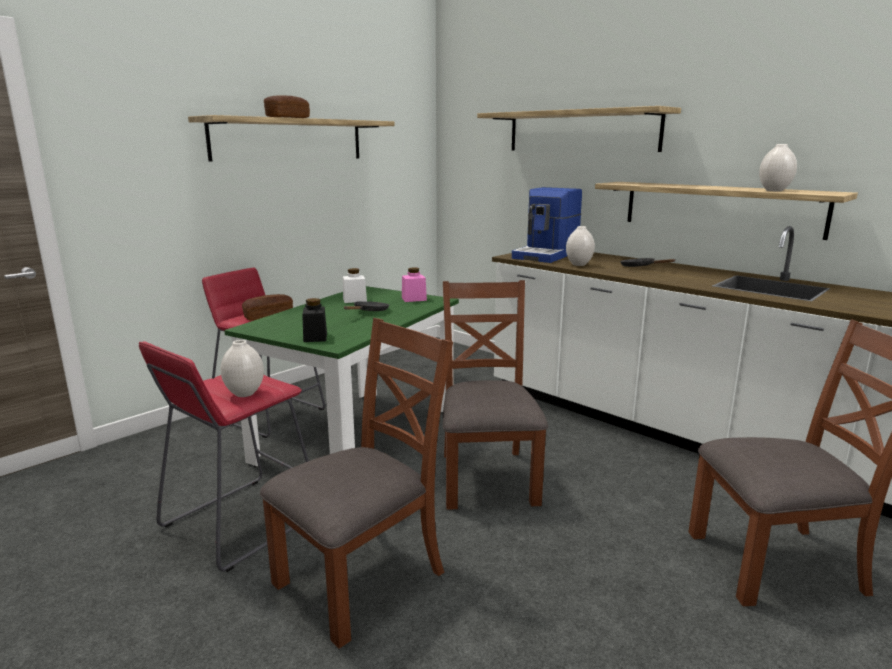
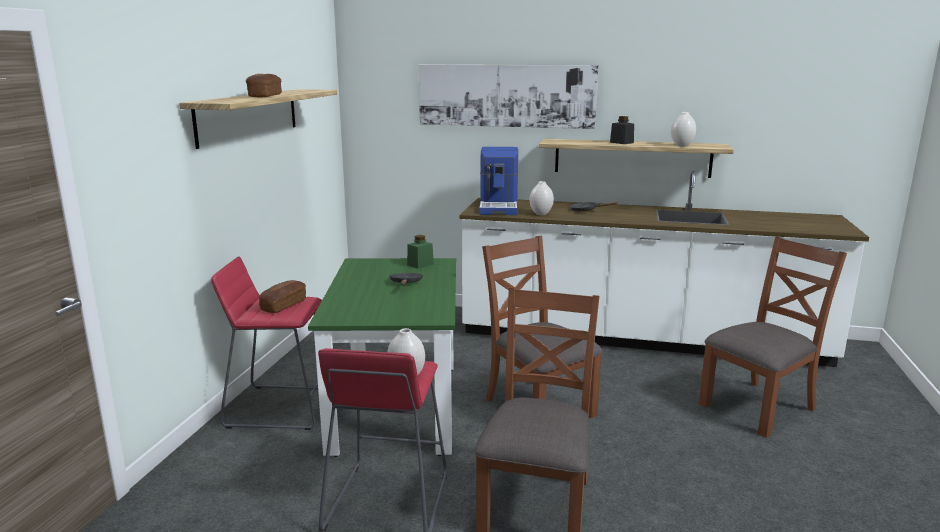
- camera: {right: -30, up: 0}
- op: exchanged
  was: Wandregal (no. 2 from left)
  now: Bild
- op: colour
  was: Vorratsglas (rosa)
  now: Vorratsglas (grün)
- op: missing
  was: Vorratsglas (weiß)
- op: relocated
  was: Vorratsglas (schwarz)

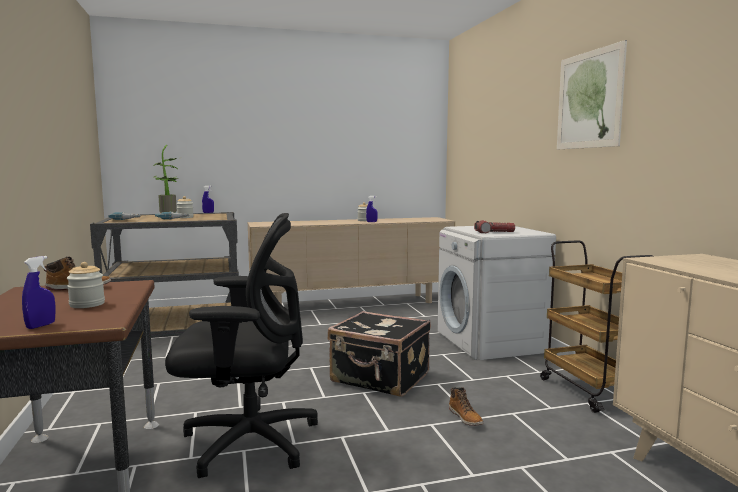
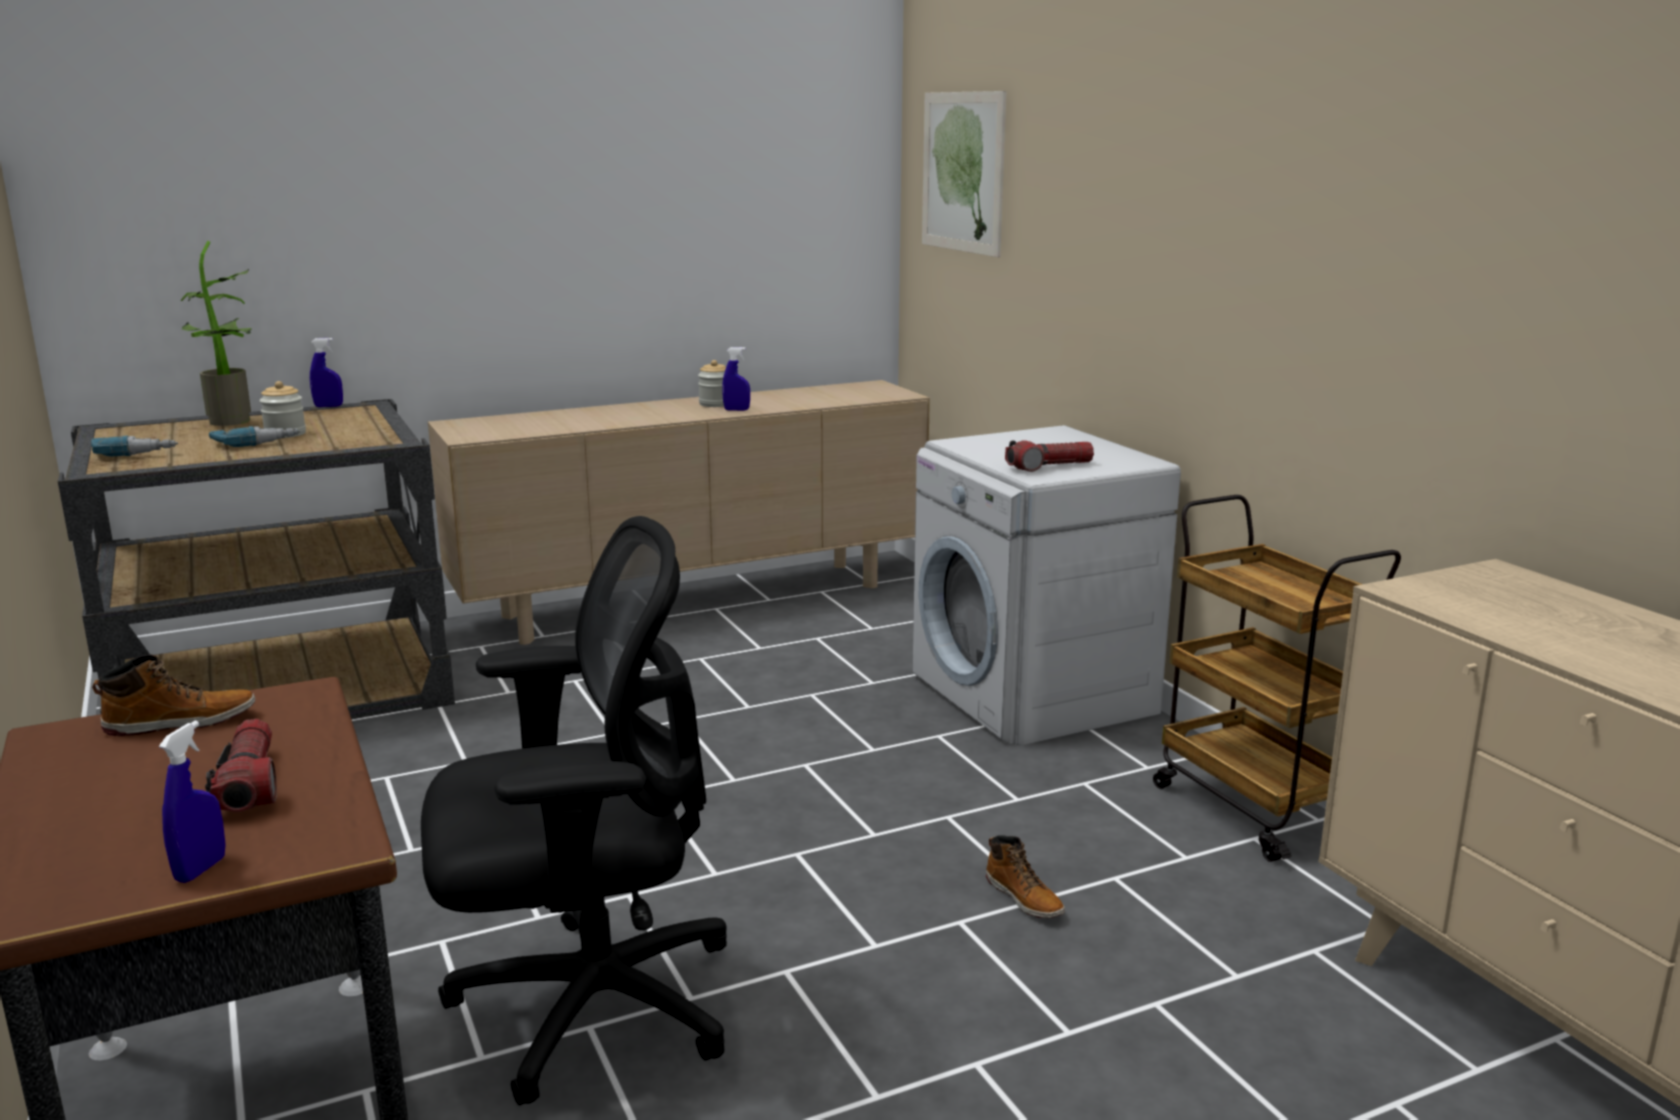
- camera: {right: -10, up: 10}
- op: relocated
  was: Bild
- op: exchanged
  was: Vorratsglas (no. 1 from left)
  now: Taschenlampe (no. 1 from left)
- op: missing
  was: Koffer (schwarz)

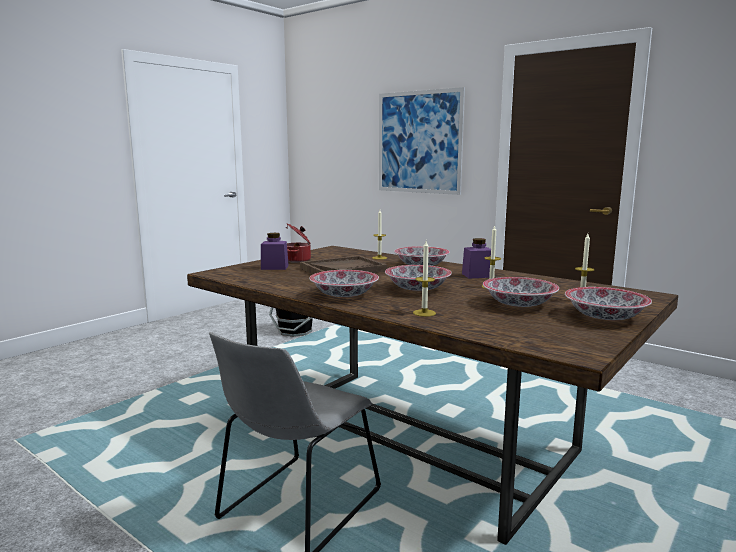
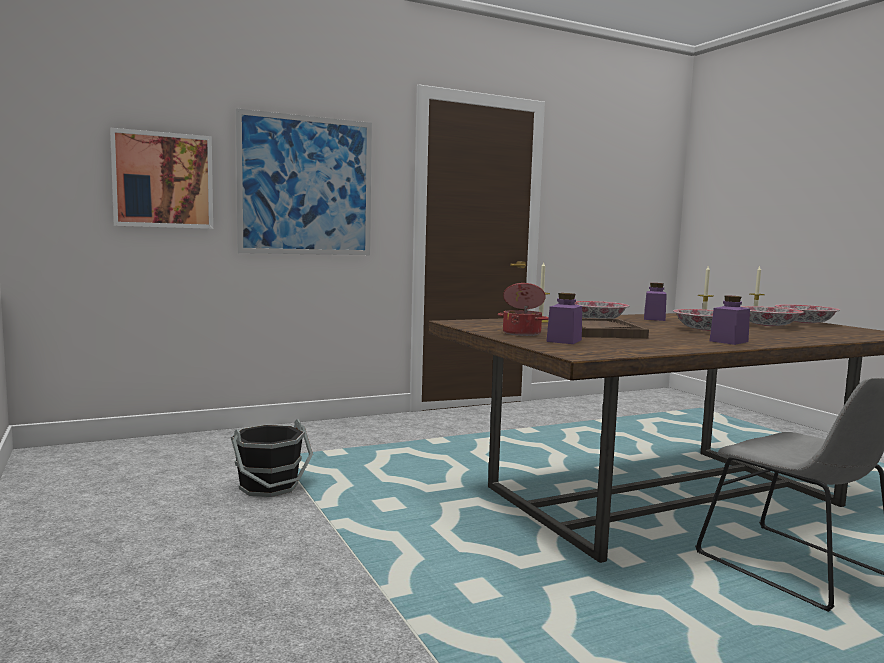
- camera: {right: -65, up: -5}
- op: missing
  was: Kerze (no. 2 from left)
- op: exchanged
  was: Schüssel (no. 1 from left)
  now: Vorratsglas (lila) (no. 3 from left)
- op: appeared
  now: Bild (no. 1 from left)

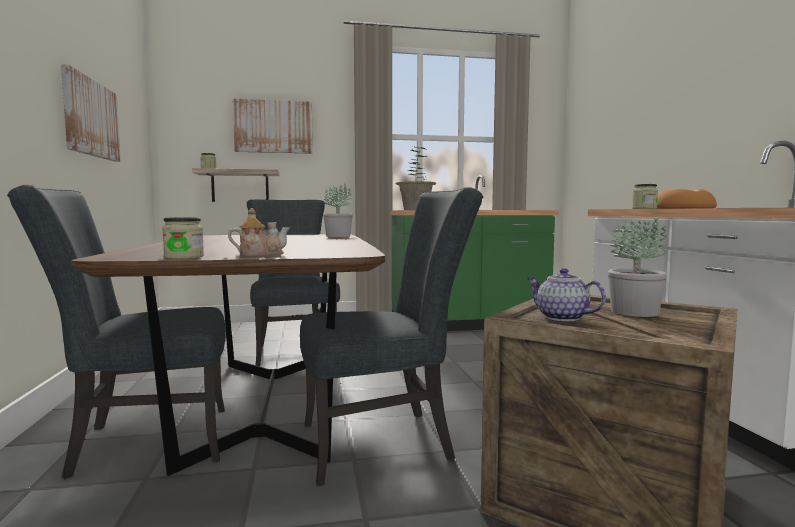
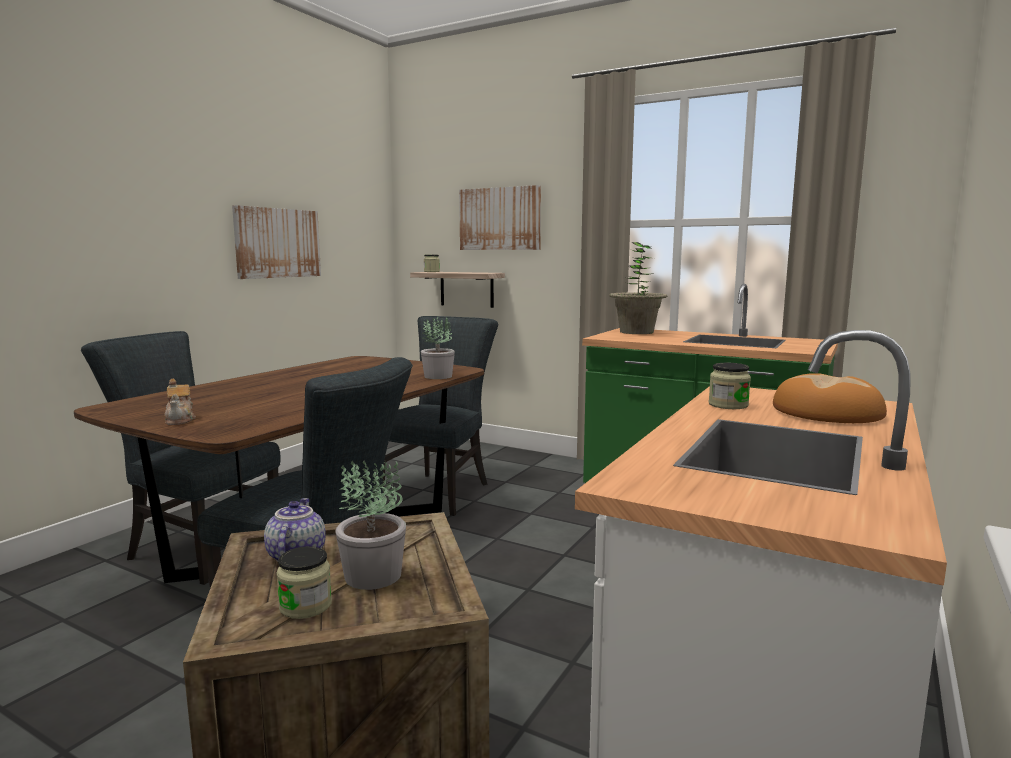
- camera: {right: 40, up: 5}
- op: spun
  was: Teekanne (no. 1 from left)
  clockwise: 45
- op: relocated
  was: Vorratsglas (no. 1 from left)

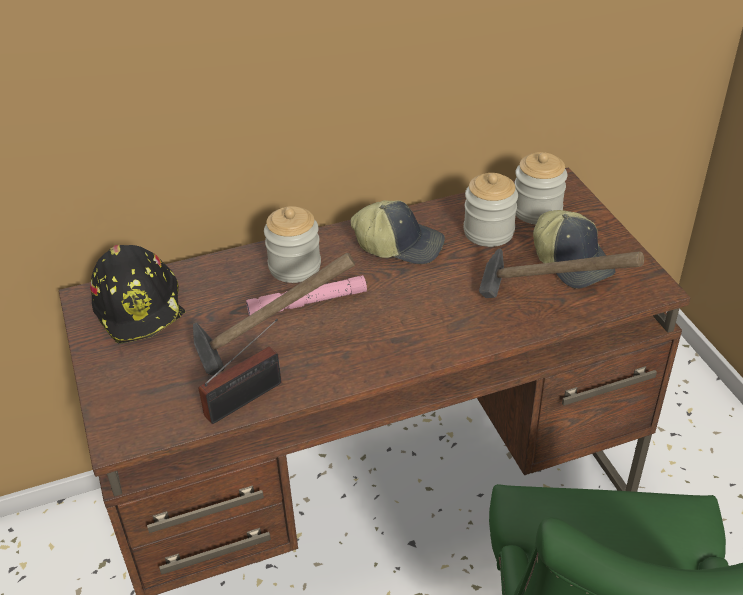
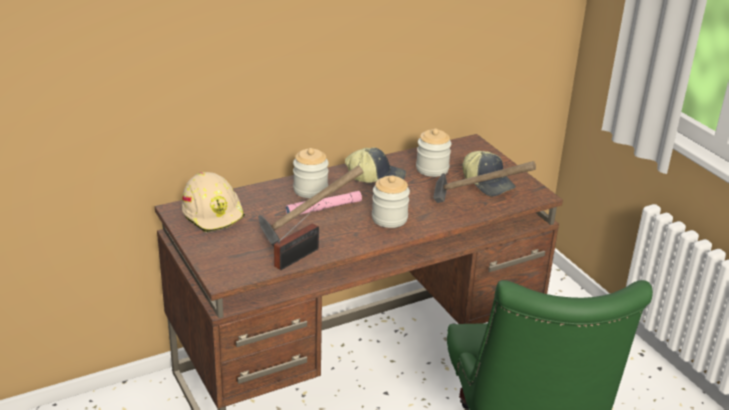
- camera: {right: -10, up: -10}
- op: relocated
  was: Vorratsglas (no. 3 from left in the first image)
  now: Vorratsglas (no. 2 from left)
- op: colour
  was: Schutzhelm (schwarz)
  now: Schutzhelm (beige)

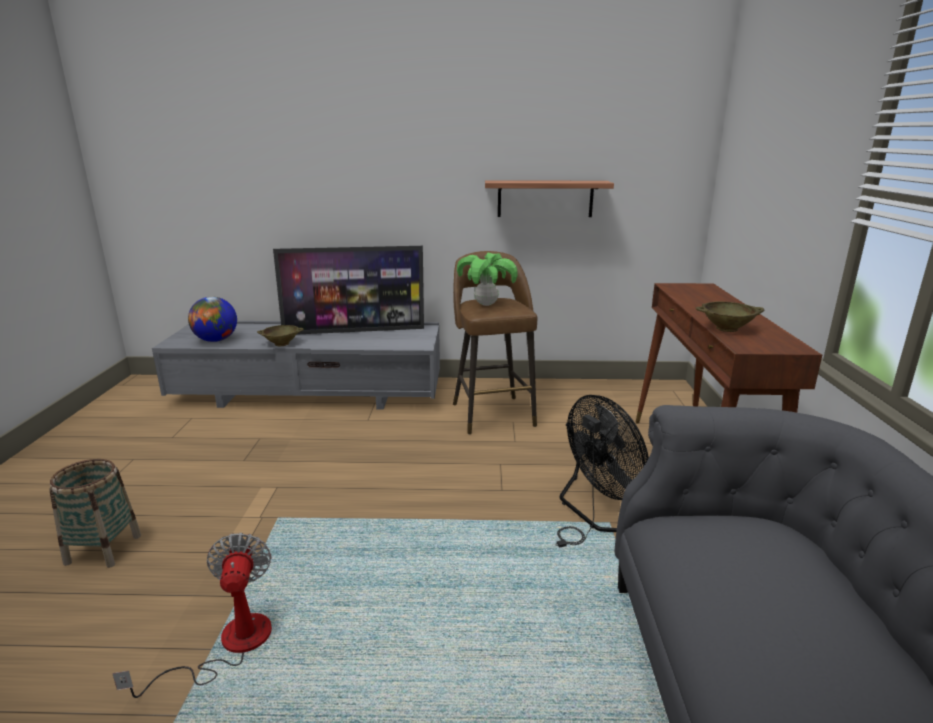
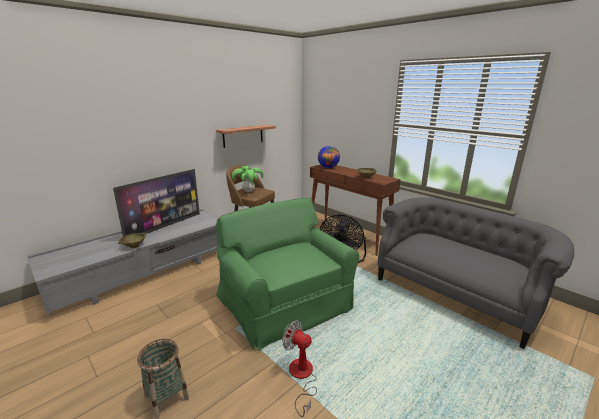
- camera: {right: -45, up: 0}
- op: relocated
  was: Globus
- op: appeared
  now: Sessel (grün)

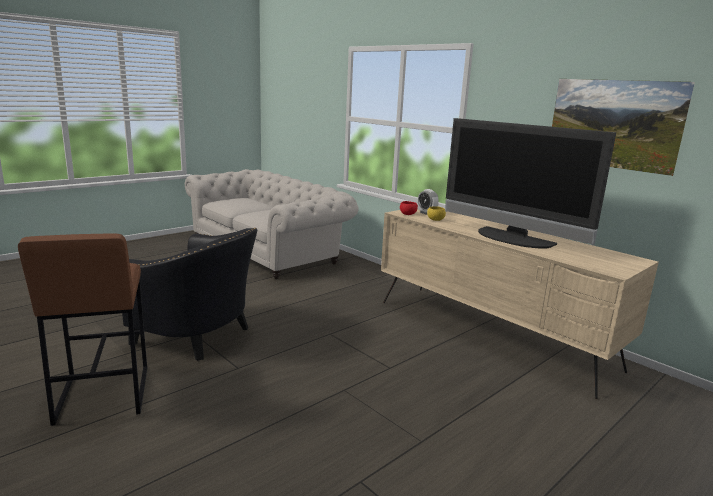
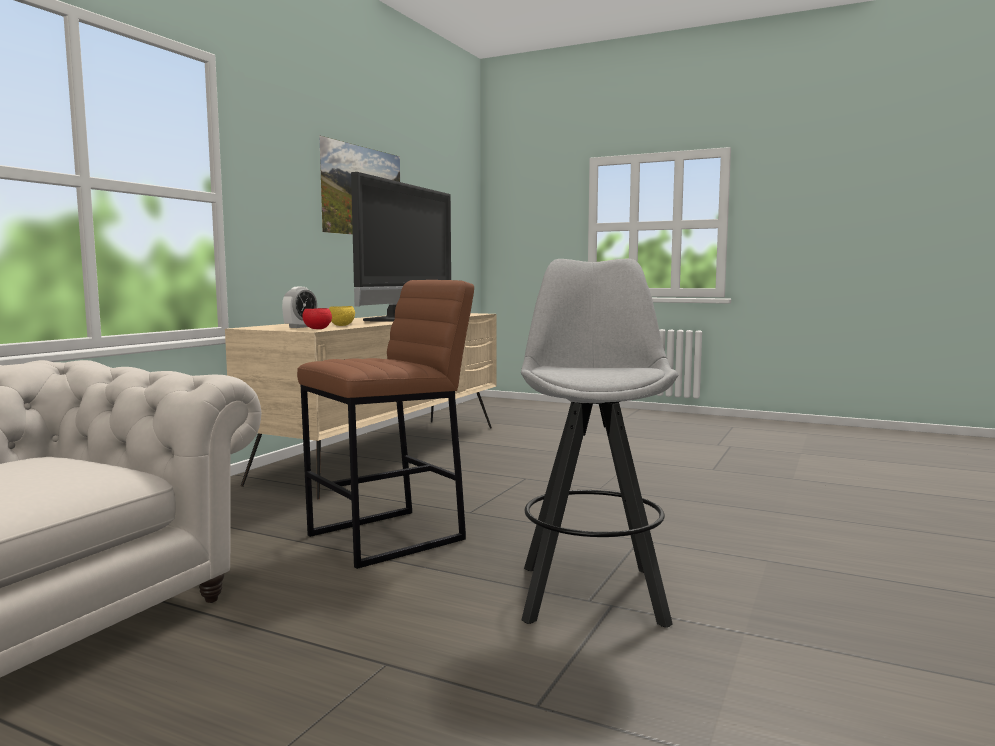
- camera: {right: -110, up: -10}
- op: exchanged
  was: Sessel (schwarz)
  now: Hocker (grau)
- op: relocated
  was: Hocker (braun)

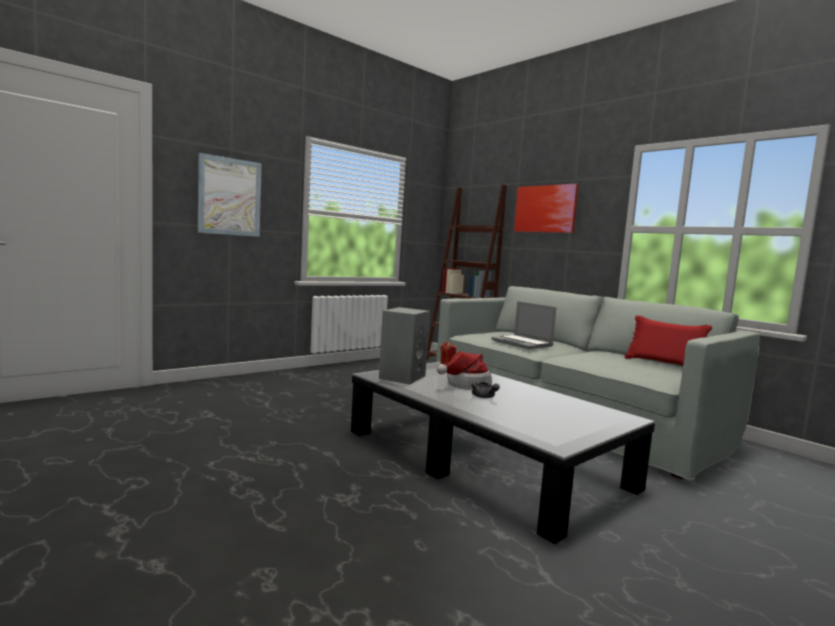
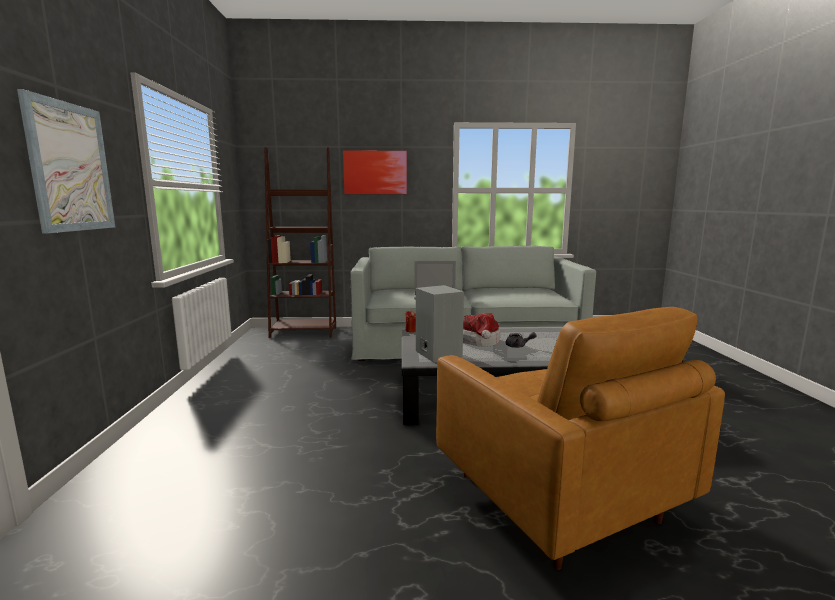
- camera: {right: -50, up: 5}
- op: missing
  was: Kissen (rot)
- op: appeared
  now: Sessel (braun)

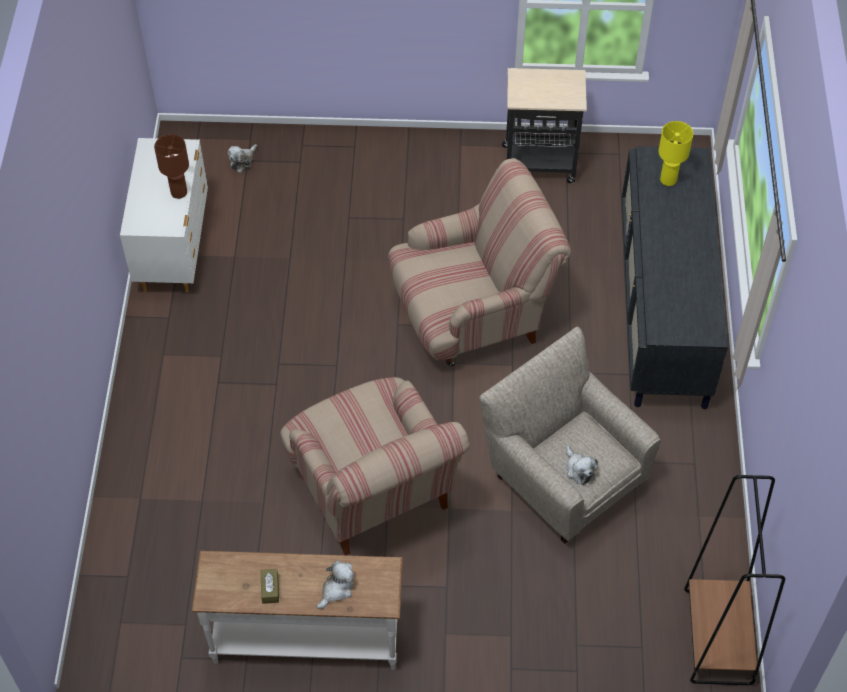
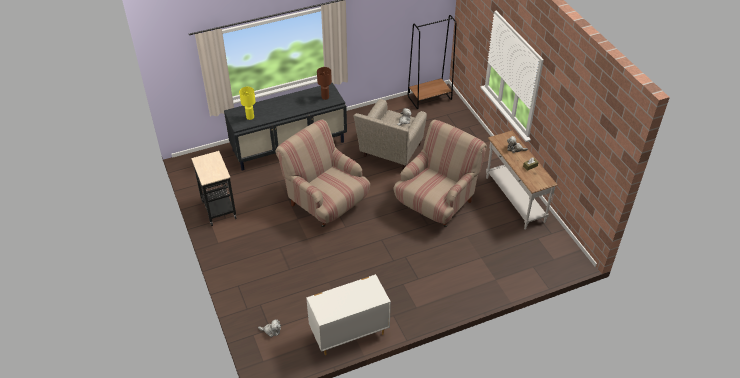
- camera: {right: -115, up: -10}
- op: relocated
  was: Tischlampe (braun)

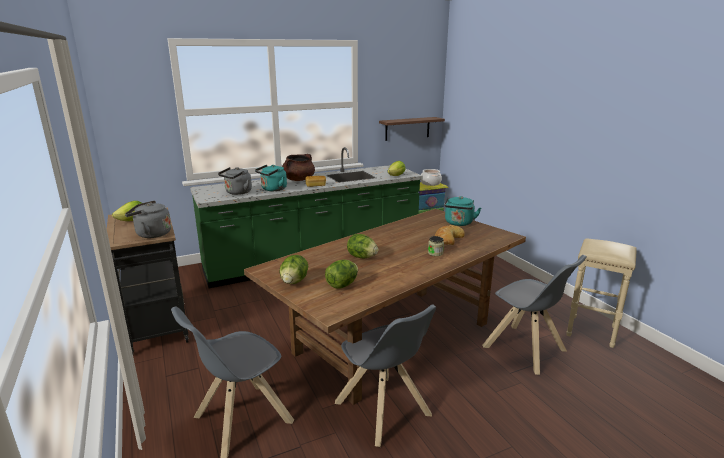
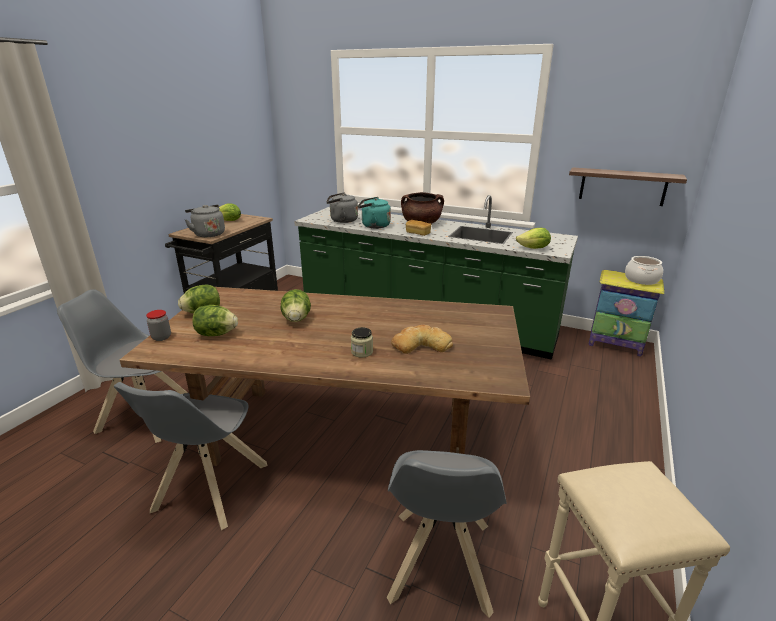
- camera: {right: 50, up: 5}
- op: missing
  was: Wasserkessel (türkis) (no. 2 from left)
- op: appeared
  now: Vorratsglas (no. 1 from left)

